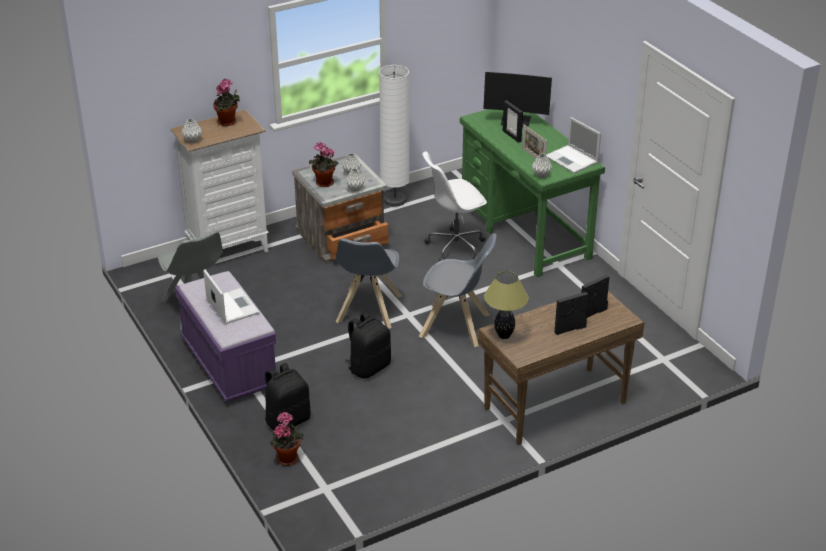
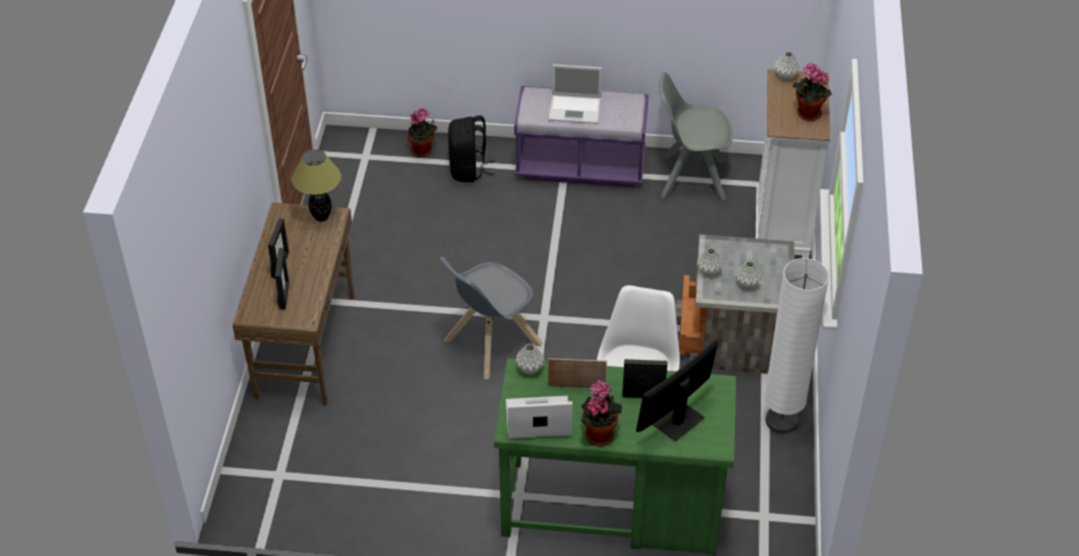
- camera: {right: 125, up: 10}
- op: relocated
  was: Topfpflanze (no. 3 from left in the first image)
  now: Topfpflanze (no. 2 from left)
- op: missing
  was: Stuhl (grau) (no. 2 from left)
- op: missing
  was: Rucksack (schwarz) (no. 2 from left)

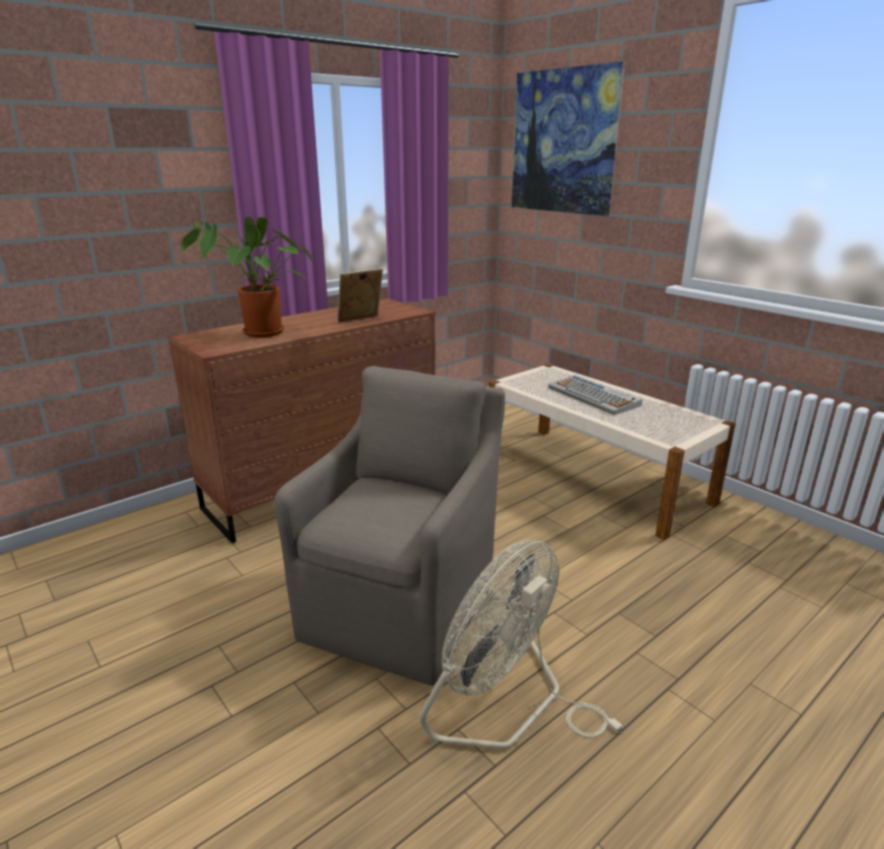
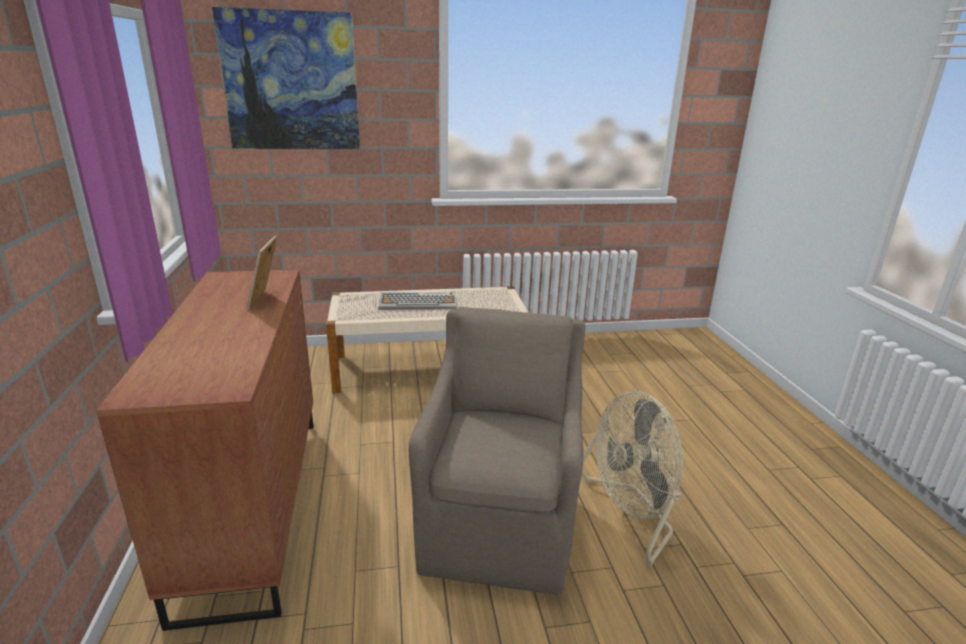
- camera: {right: -60, up: 0}
- op: missing
  was: Topfpflanze
- op: spun
  was: Sessel (braun)
  clockwise: 45

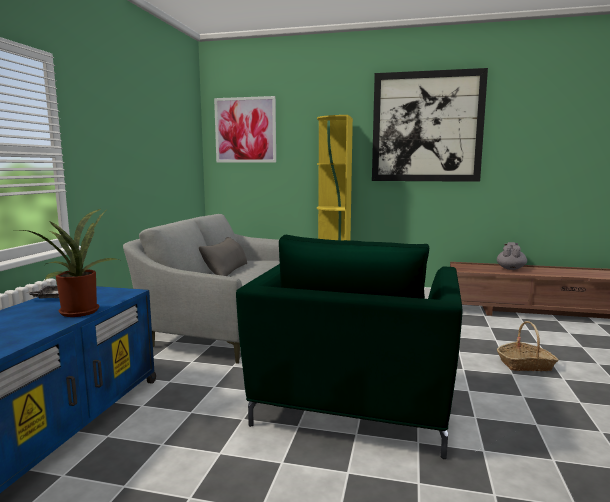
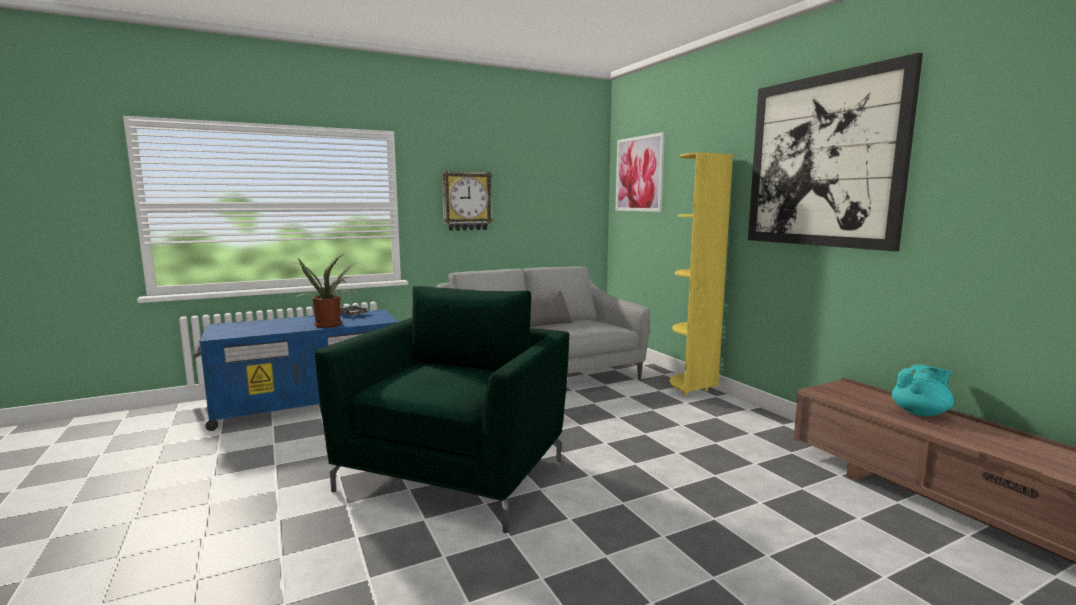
- camera: {right: 50, up: 0}
- op: spun
  was: Sessel (grün)
  clockwise: 135
- op: colour
  was: Teekanne (grau)
  now: Teekanne (türkis)
- op: missing
  was: Korb
- op: appeared
  now: Wanduhr

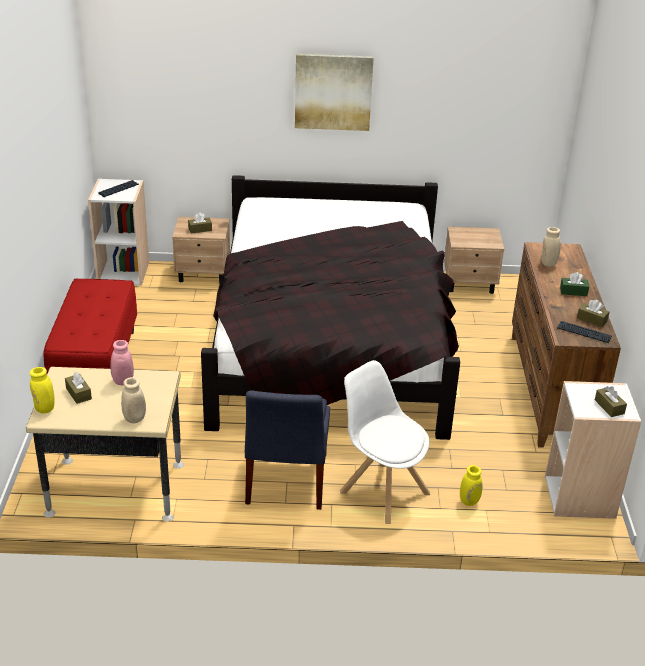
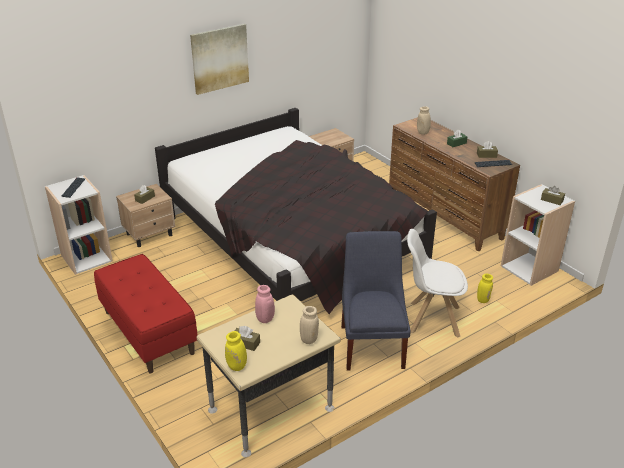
- camera: {right: -35, up: 0}
- op: spun
  was: Stuhl (blau)
  clockwise: -150

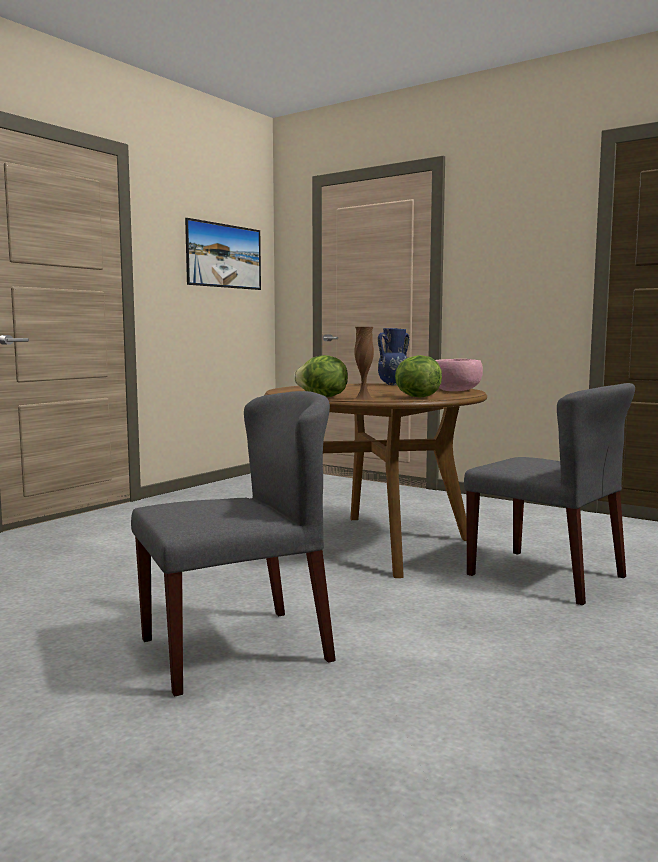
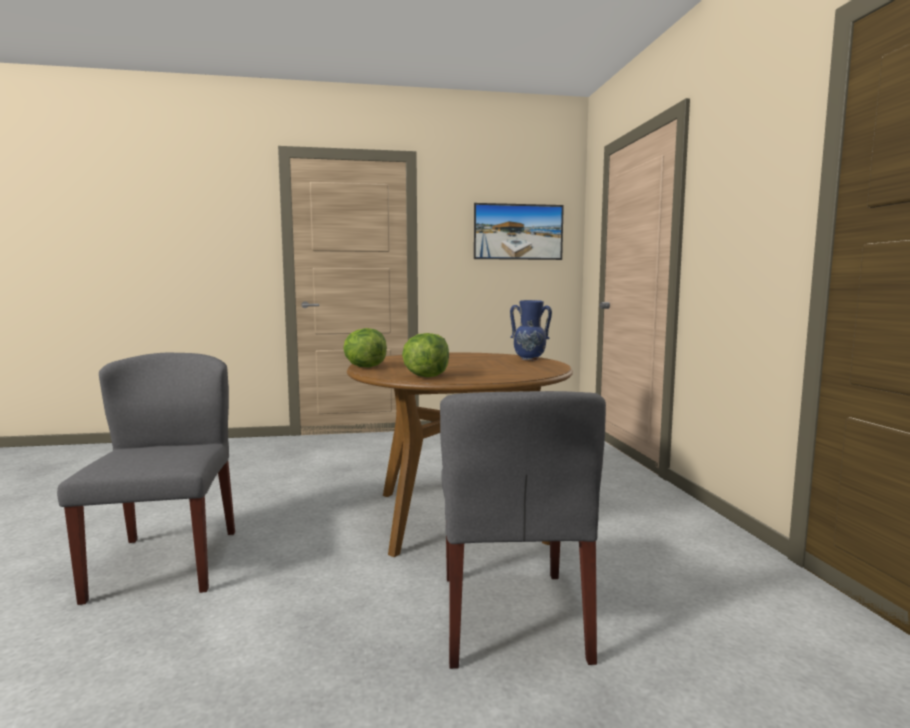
- camera: {right: 45, up: 0}
- op: missing
  was: Vase (braun)
- op: missing
  was: Schüssel (rosa)
- op: spun
  was: Stuhl (grau) (no. 1 from left)
  clockwise: -120

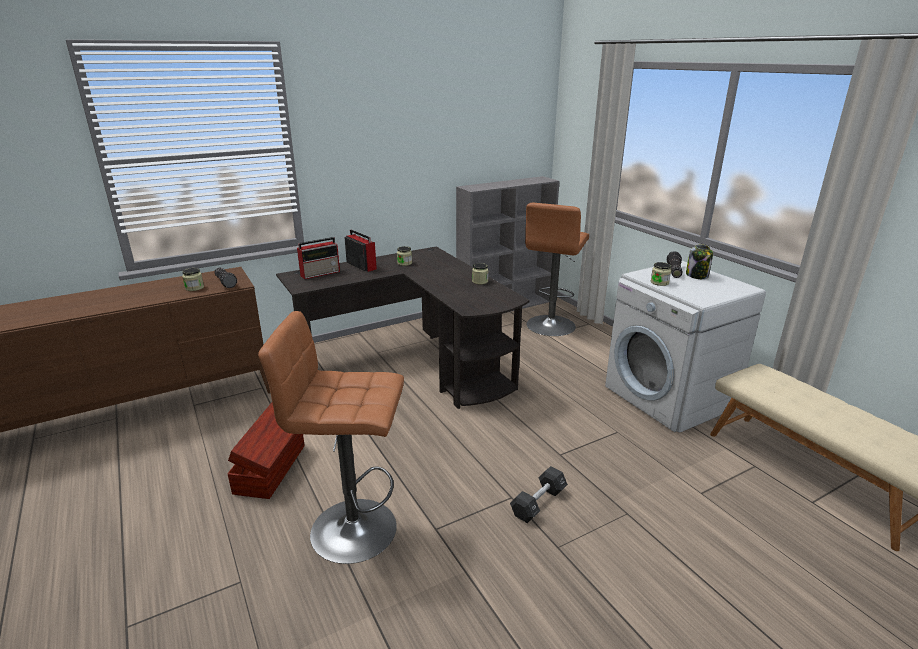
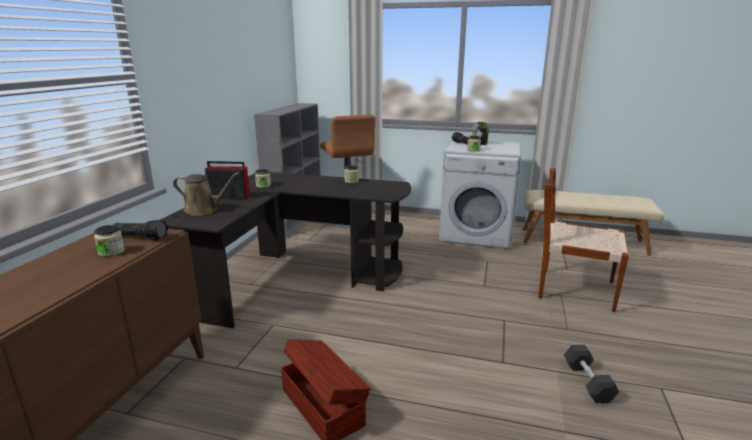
- camera: {right: -45, up: -5}
- op: exchanged
  was: Radio (no. 1 from left)
  now: Gießkanne (braun)
- op: missing
  was: Hocker (braun) (no. 1 from left)
- op: relocated
  was: Hantel (schwarz)
- op: appeared
  now: Stuhl

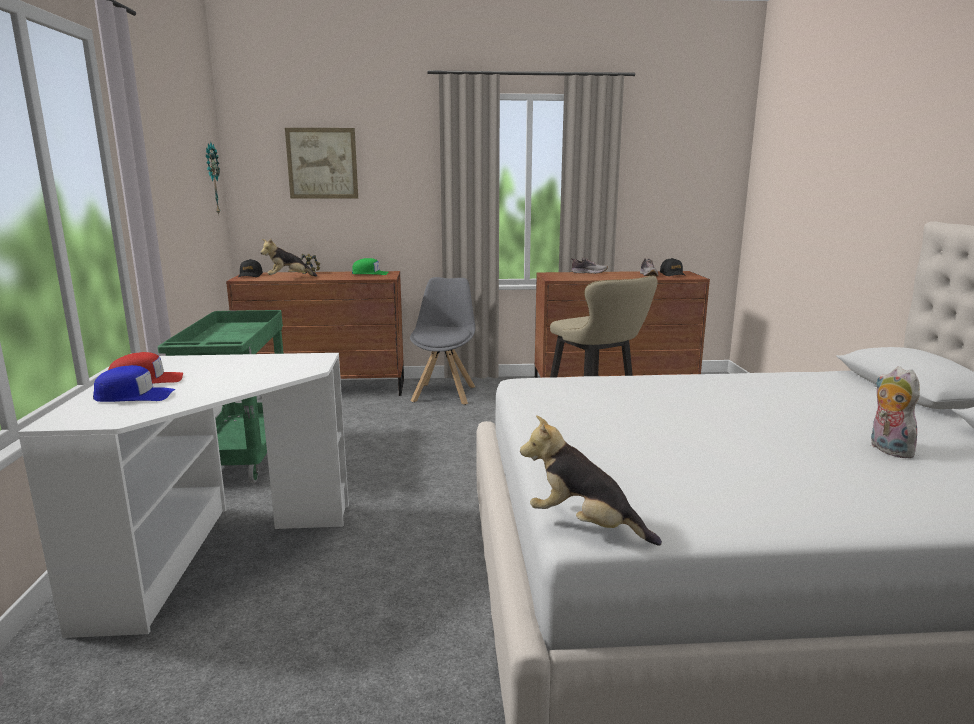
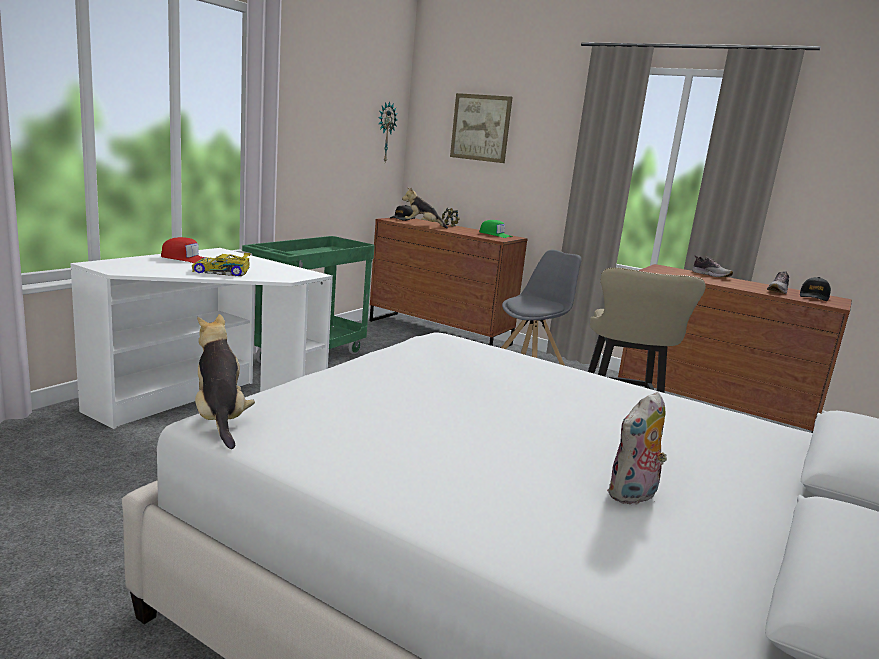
- camera: {right: 35, up: 0}
- op: missing
  was: Kappe (blau)
- op: spun
  was: Plüschtier (no. 3 from left)
  clockwise: -150
- op: appeared
  now: Spielzeugauto

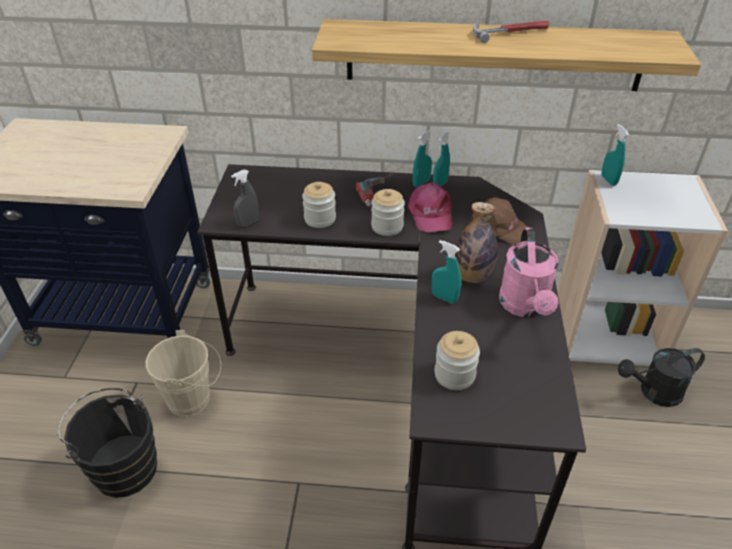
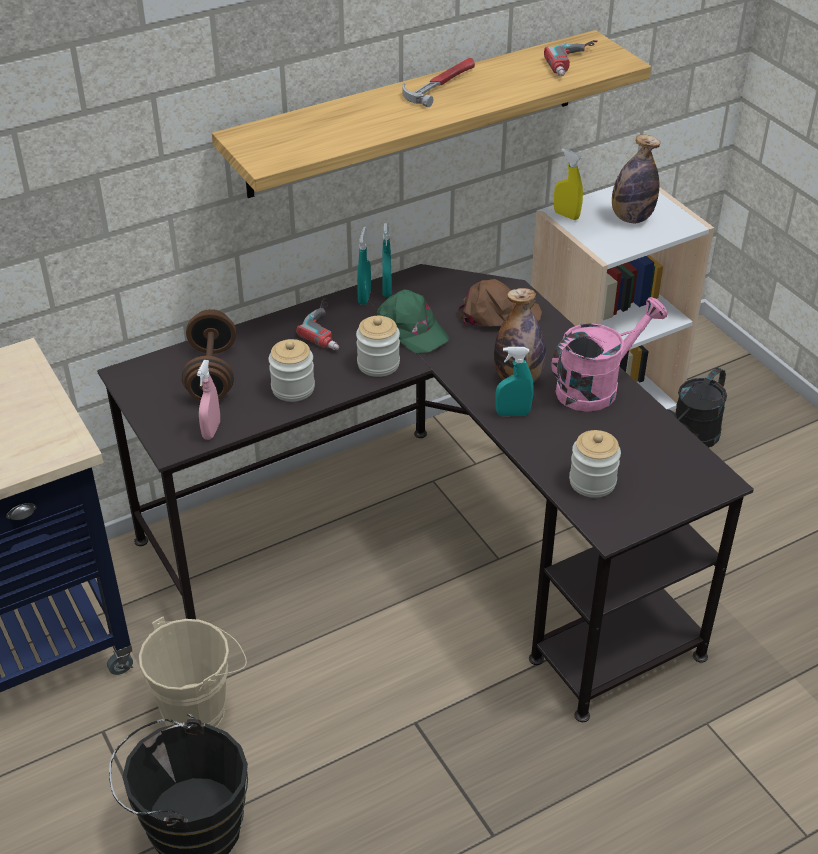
- camera: {right: -35, up: 0}
- op: colour
  was: Sprühflasche (türkis) (no. 4 from left)
  now: Sprühflasche (gelb)
- op: colour
  was: Sprühflasche (grau)
  now: Sprühflasche (rosa)
- op: colour
  was: Kappe (rosa)
  now: Kappe (grün)
- op: spun
  was: Gießkanne (rosa)
  clockwise: -90
- op: appeared
  now: Bohrmaschine (no. 2 from left)
- op: appeared
  now: Flasche (no. 2 from left)
- op: appeared
  now: Hantel (braun)

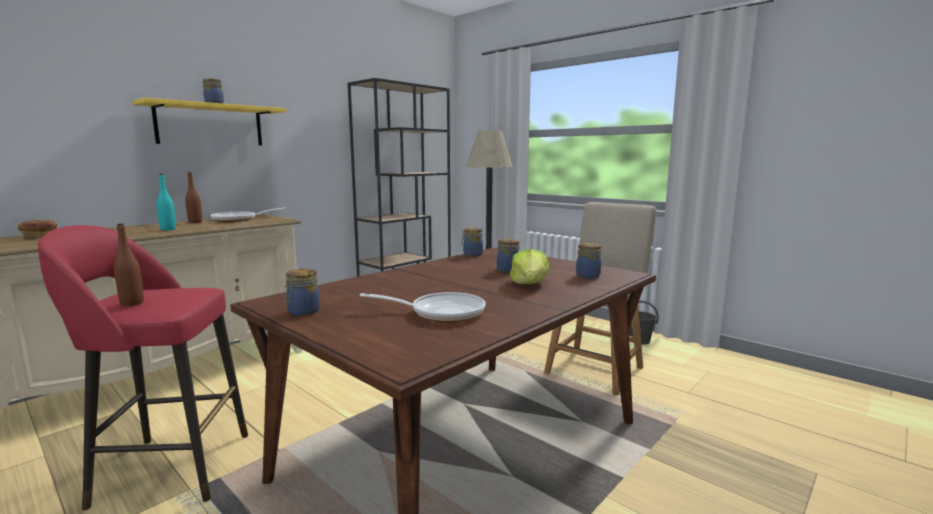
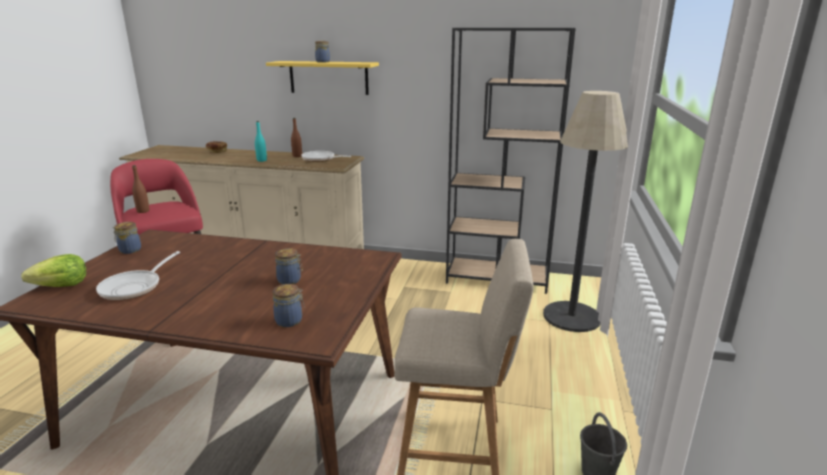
- camera: {right: 60, up: 10}
- op: missing
  was: Vorratsglas (no. 3 from left)
- op: relocated
  was: Salatkopf
- op: spun
  was: Pfanne (no. 2 from left in the first image)
  clockwise: 45

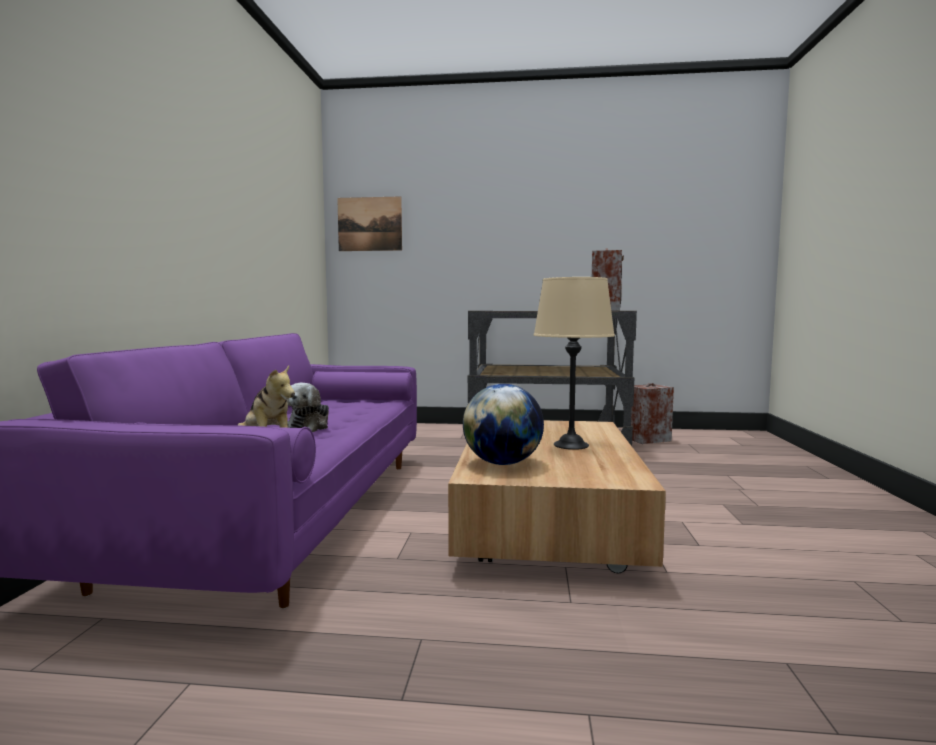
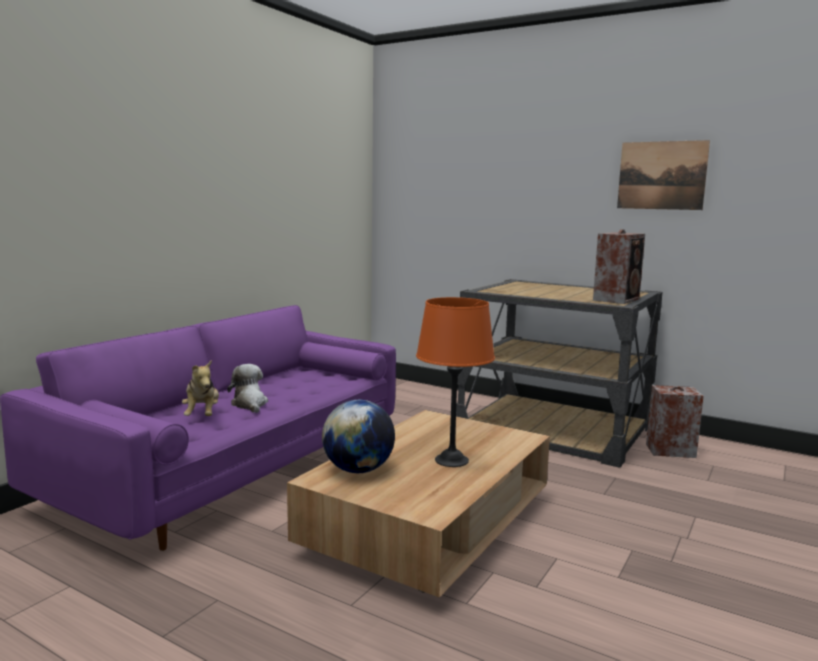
- camera: {right: 25, up: 5}
- op: relocated
  was: Bild
- op: colour
  was: Tischlampe (beige)
  now: Tischlampe (orange)
- op: spun
  was: Plüschtier (no. 2 from left)
  clockwise: 120

